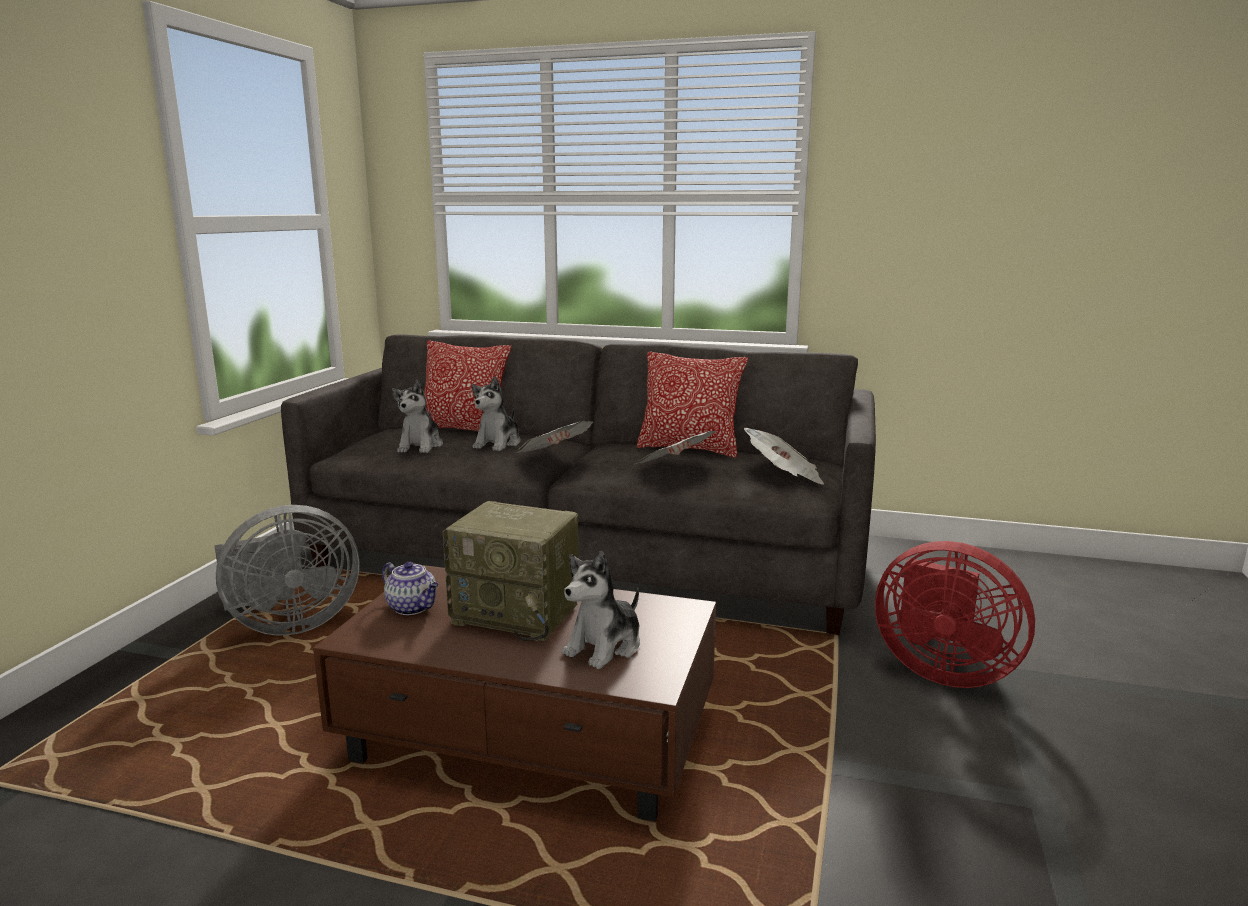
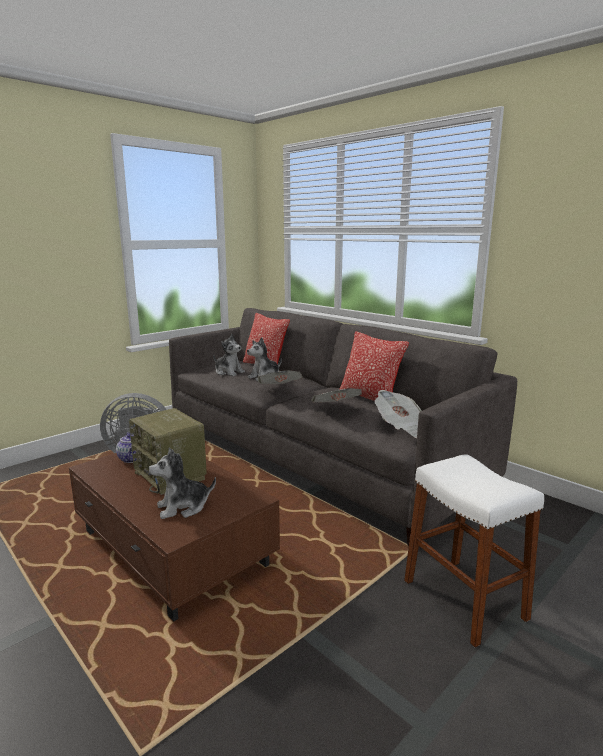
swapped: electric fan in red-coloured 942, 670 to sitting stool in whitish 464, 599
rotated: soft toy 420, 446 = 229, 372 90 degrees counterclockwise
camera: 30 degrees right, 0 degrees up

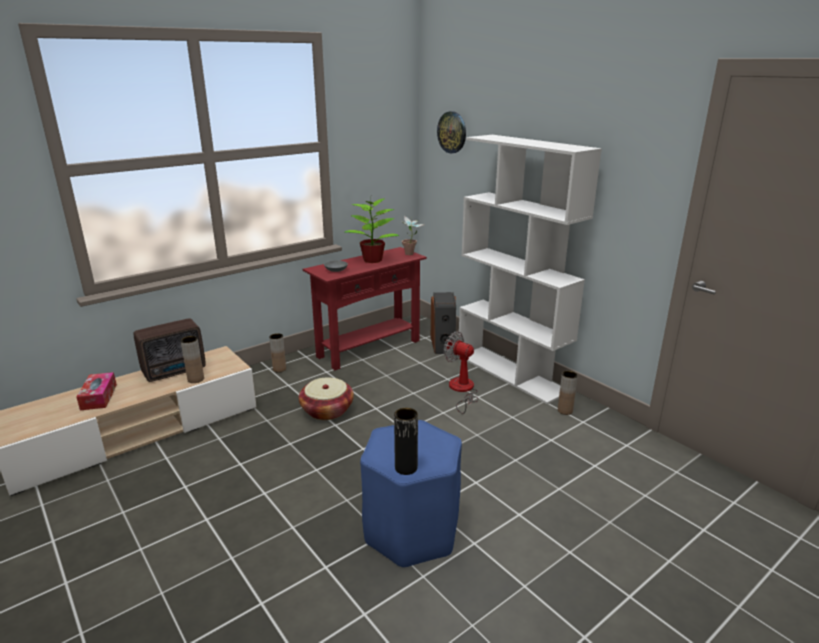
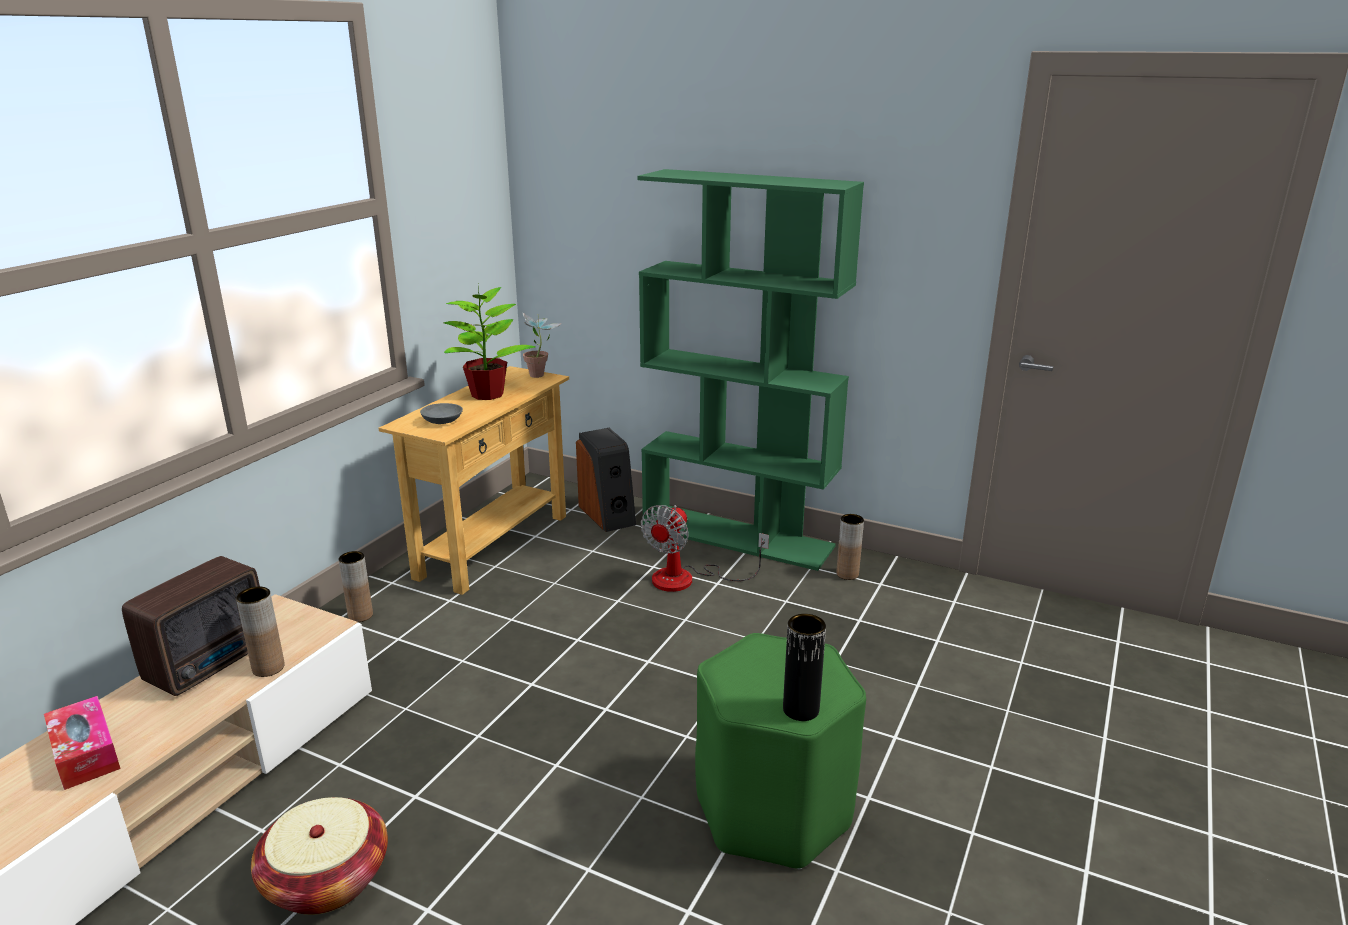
gone: hanging clock 452, 132
shifted: household basket 327, 410 to 326, 879
repainted: bookshelf in whitish 511, 373 to bookshelf in greenish 738, 537; console table in red-coloured 369, 348 to console table in beige-coloured 493, 546; sitting stool in bluish 412, 531 to sitting stool in greenish 773, 811
rotated: electric fan 462, 390 = 687, 579 75 degrees counterclockwise
camera: 25 degrees left, 0 degrees up

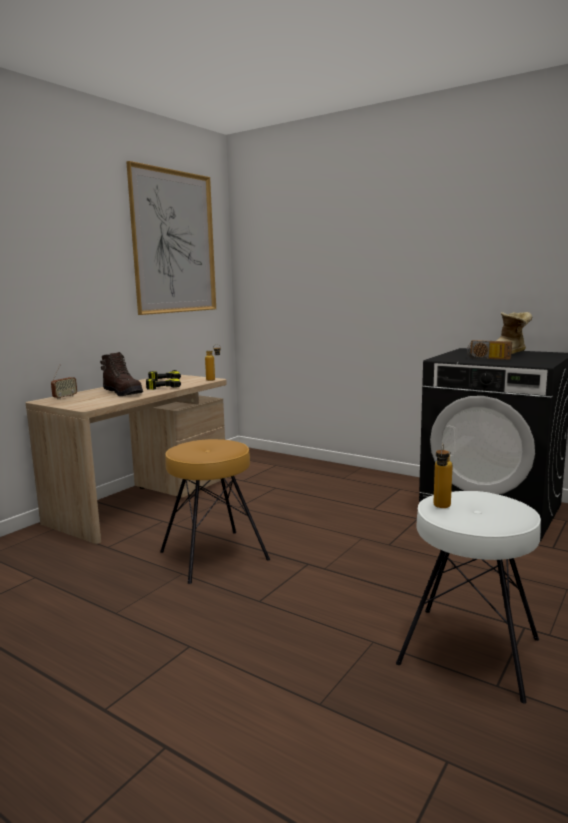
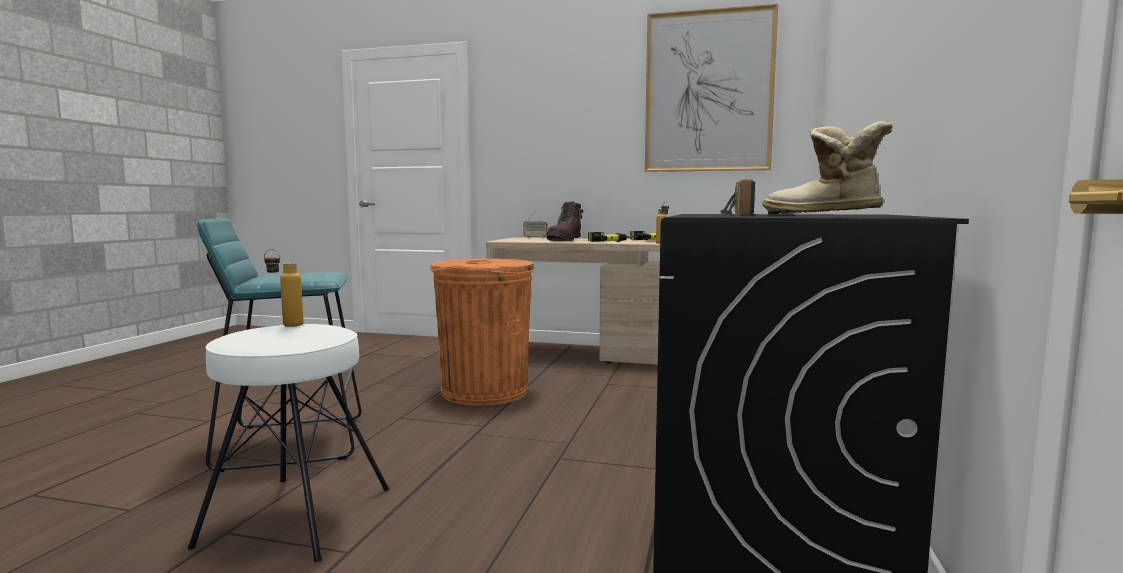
new: sitting stool in blue-green 291, 442
swapped: sitting stool in brownish 213, 555 to rubbish bin in orange-coloured 485, 391
camera: 70 degrees right, 5 degrees down

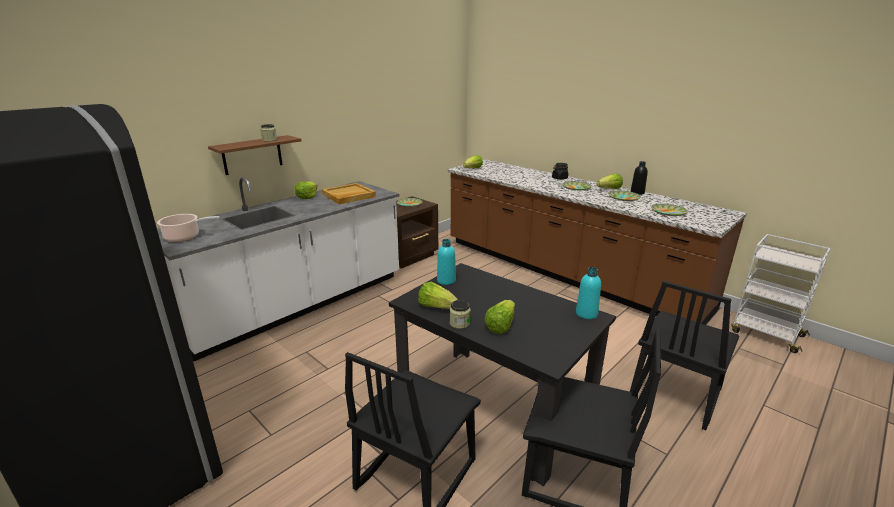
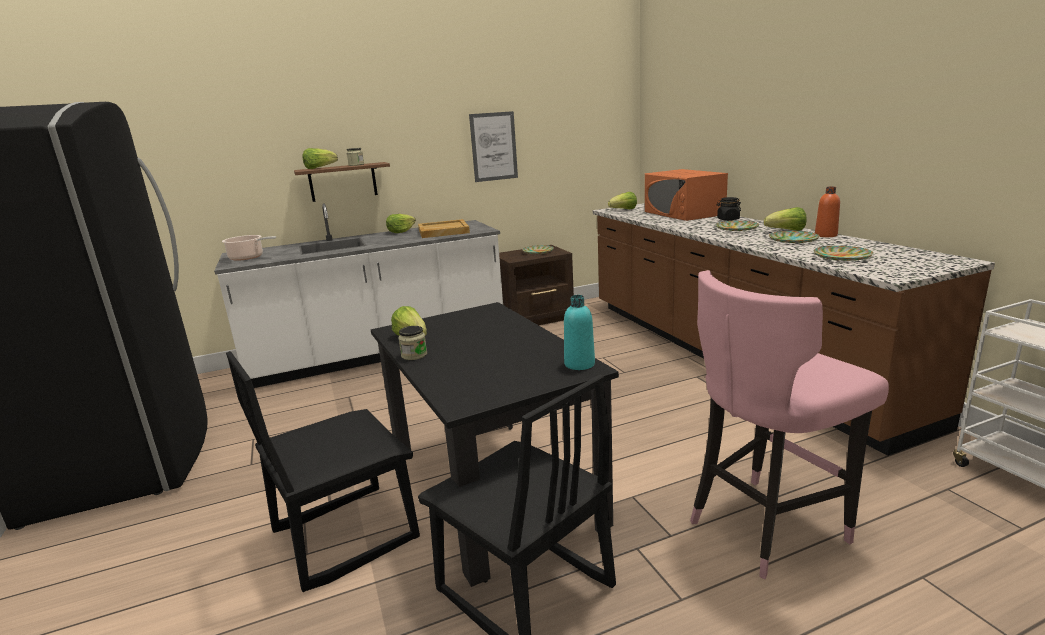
gone: drink bottle in blue-green 446, 281
new: picture 493, 146; microwave oven in orange-coloured 683, 213
shifted: lettuce 500, 326 to 319, 168
swapped: chair in blackish 674, 393 to sitting stool in pink 765, 526
repainted: drink bottle in blackish 637, 193 to drink bottle in orange-coloured 825, 235
camera: 25 degrees right, 5 degrees down

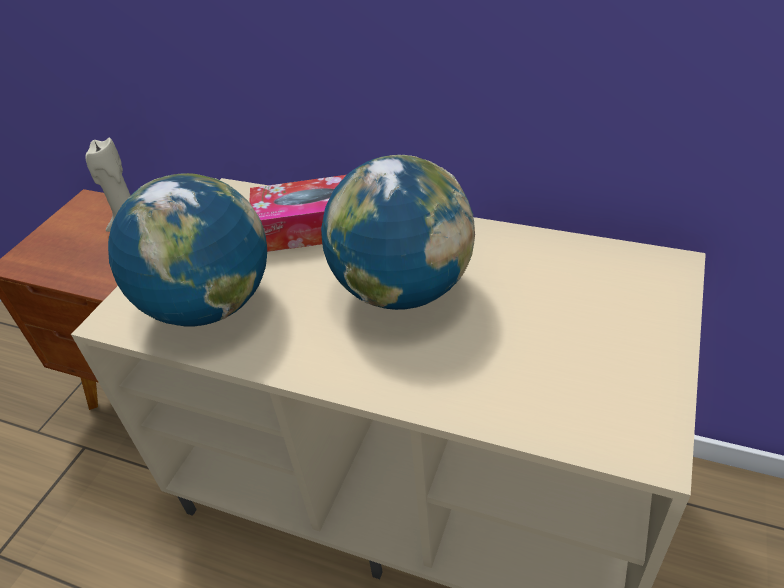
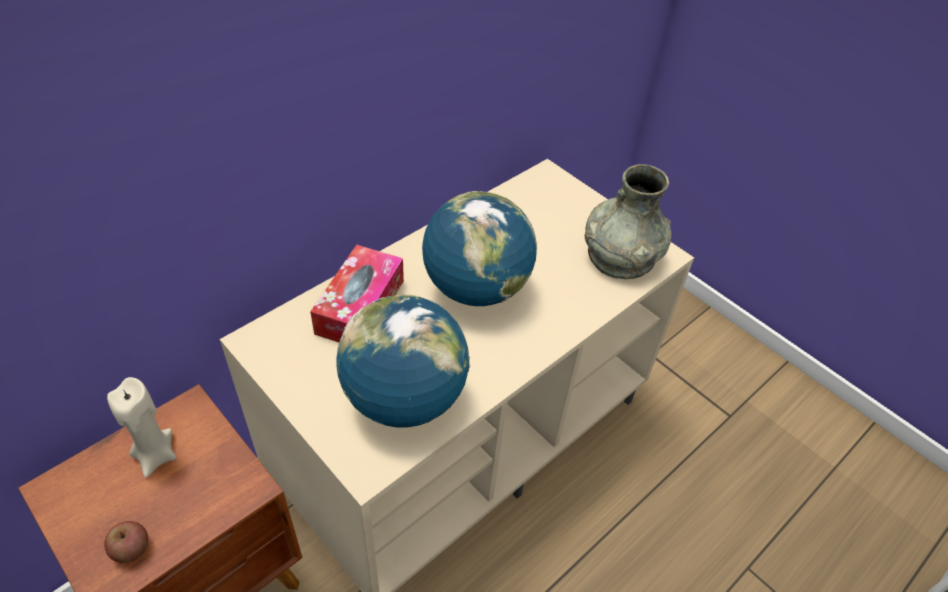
new: decorative vase in greyish 620, 255; apple 131, 549
camera: 70 degrees left, 5 degrees up

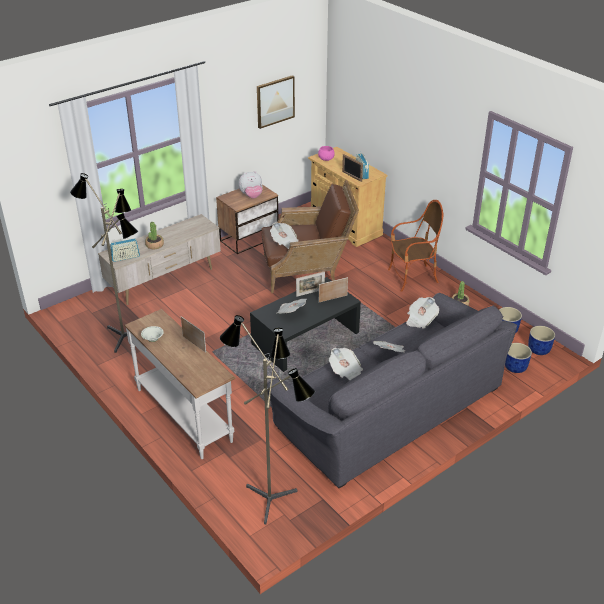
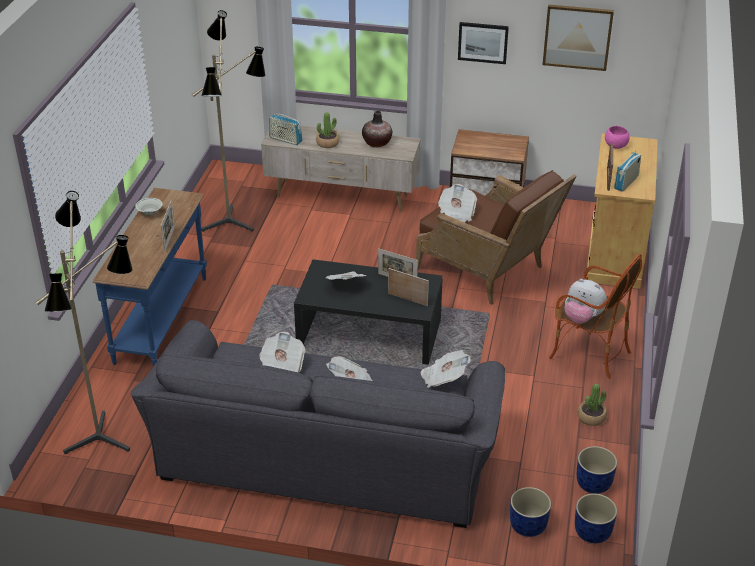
new: picture 483, 42; decorative vase 377, 143
shifted: soft toy 251, 196 to 582, 318
repainted: console table in whitish 185, 414 to console table in bluish 163, 320
camera: 50 degrees right, 0 degrees up

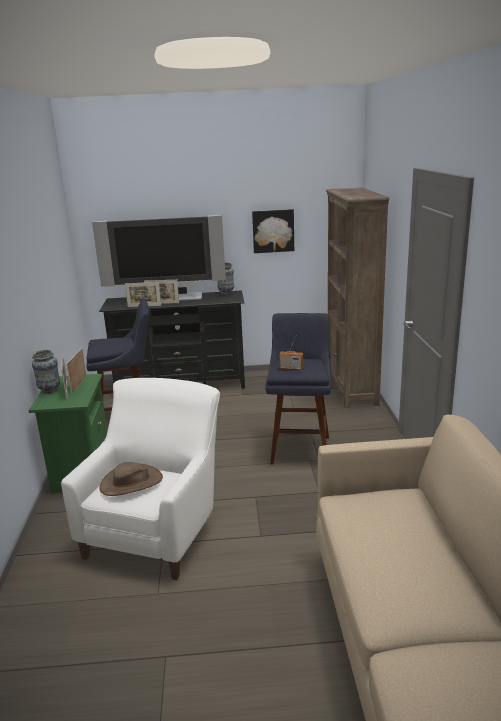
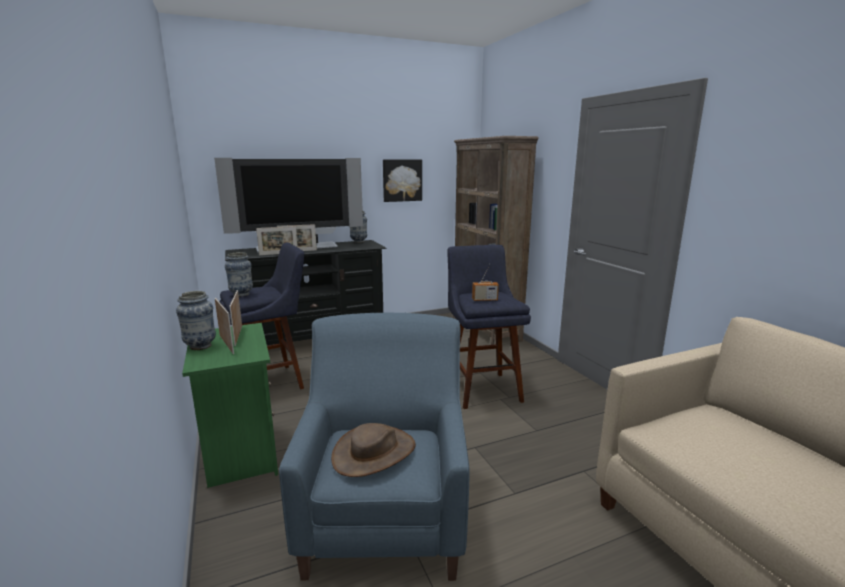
new: decorative vase 241, 294
repainted: armchair in whitish 158, 529 to armchair in bluish 386, 510
camera: 20 degrees left, 5 degrees down

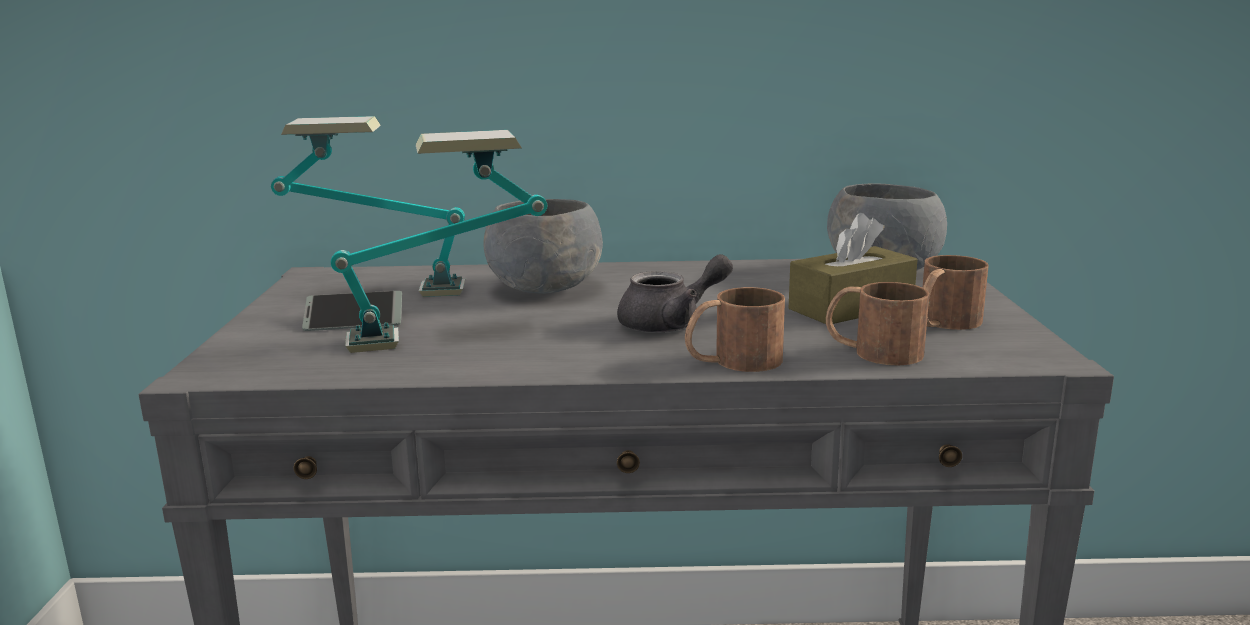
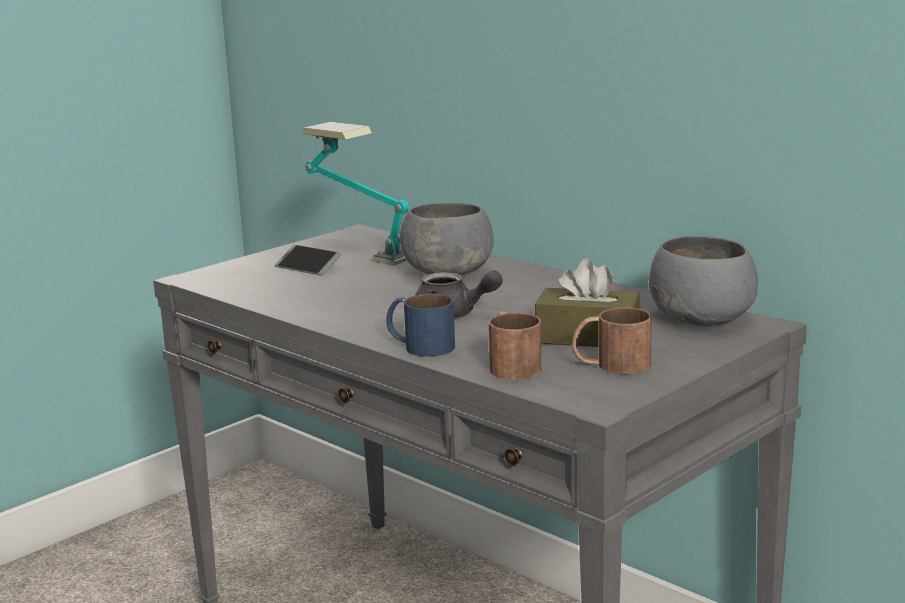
gone: tabletop lamp 448, 336
repainted: mug in brownish 732, 361 to mug in bluish 419, 346
camera: 45 degrees right, 0 degrees up

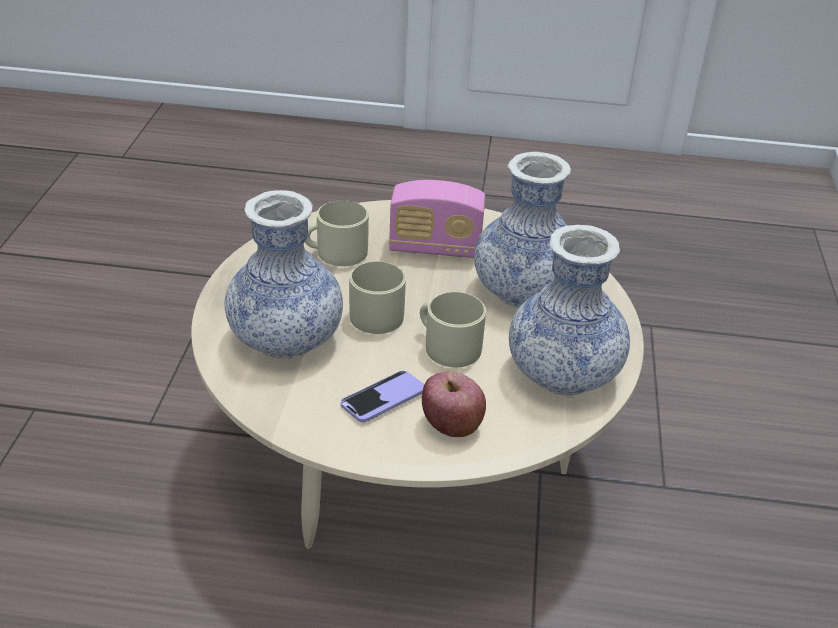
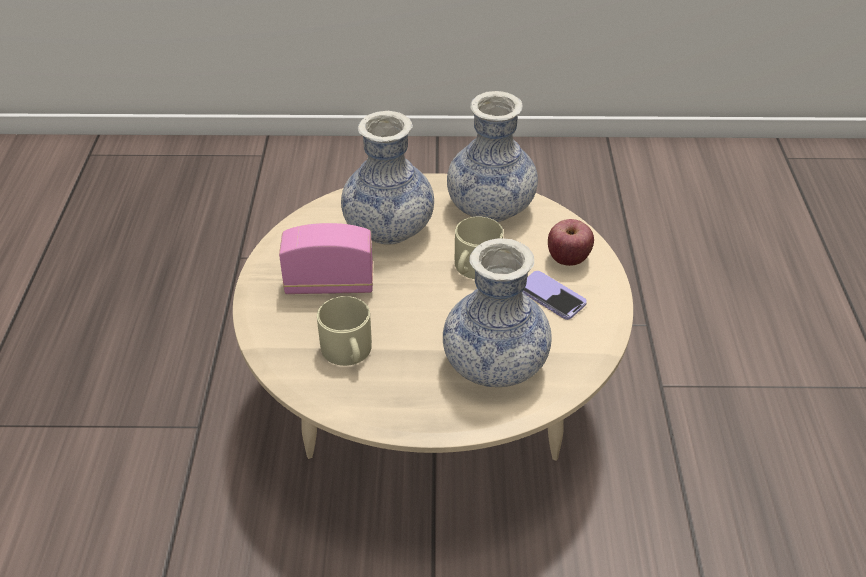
gone: mug in beige-coloured 375, 312
rotated: radio set 435, 248 = 329, 284 90 degrees counterclockwise
camera: 95 degrees left, 5 degrees up

